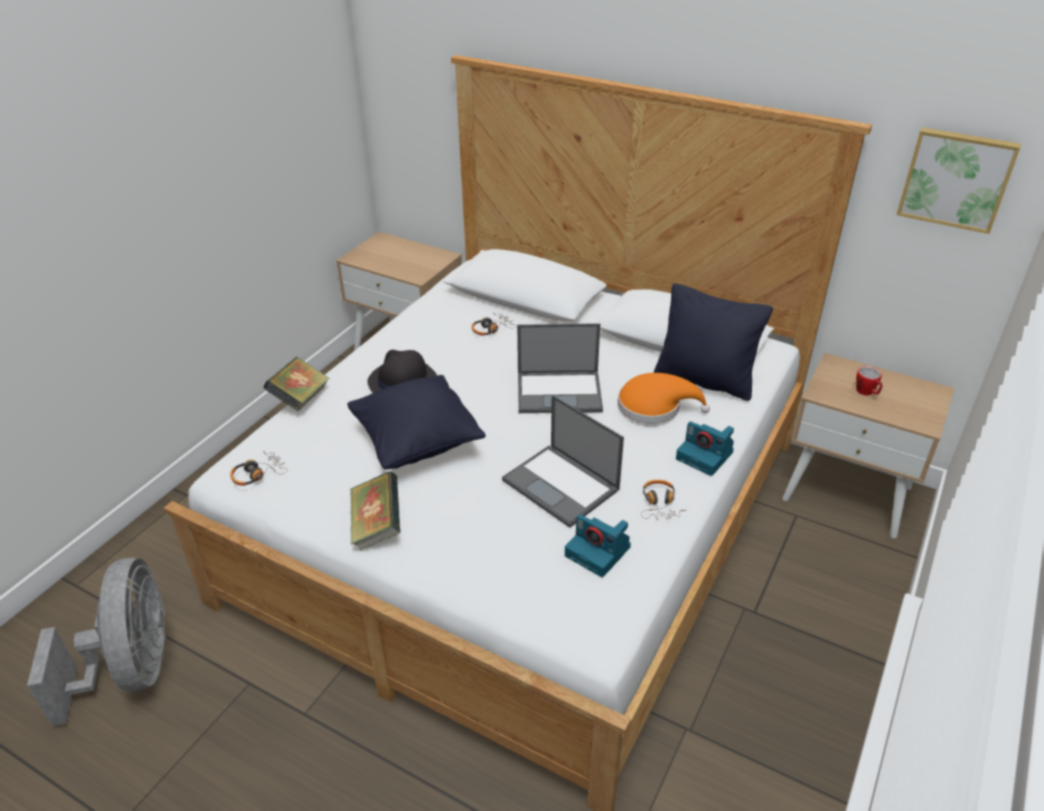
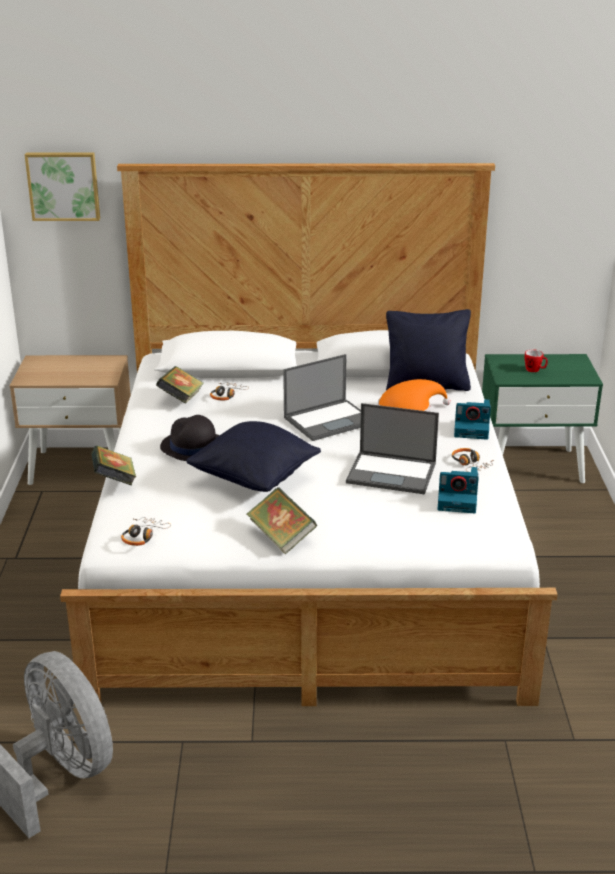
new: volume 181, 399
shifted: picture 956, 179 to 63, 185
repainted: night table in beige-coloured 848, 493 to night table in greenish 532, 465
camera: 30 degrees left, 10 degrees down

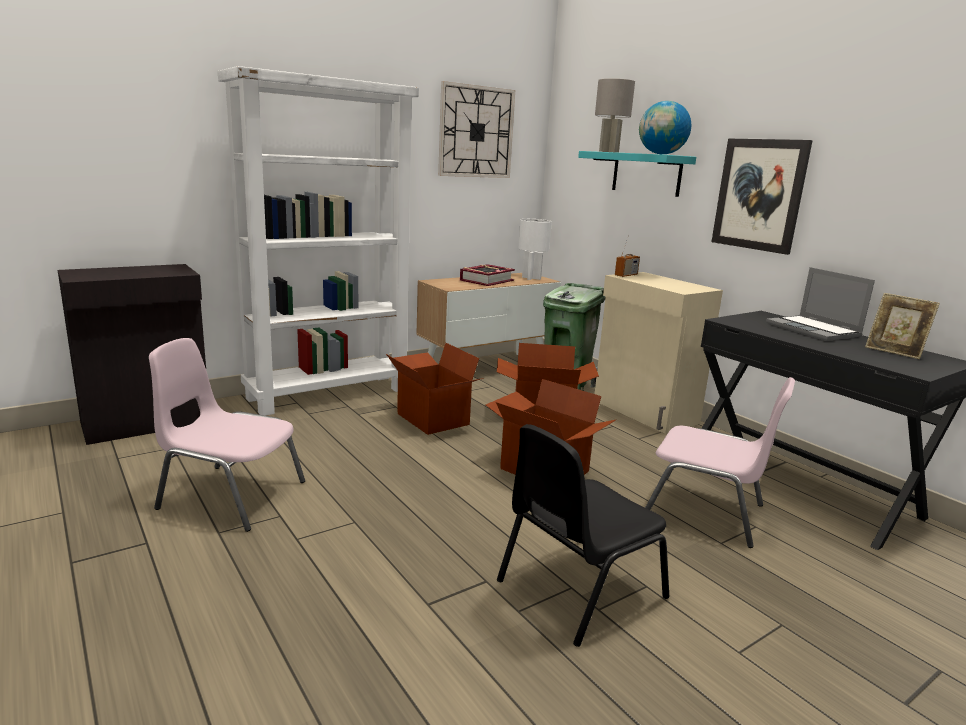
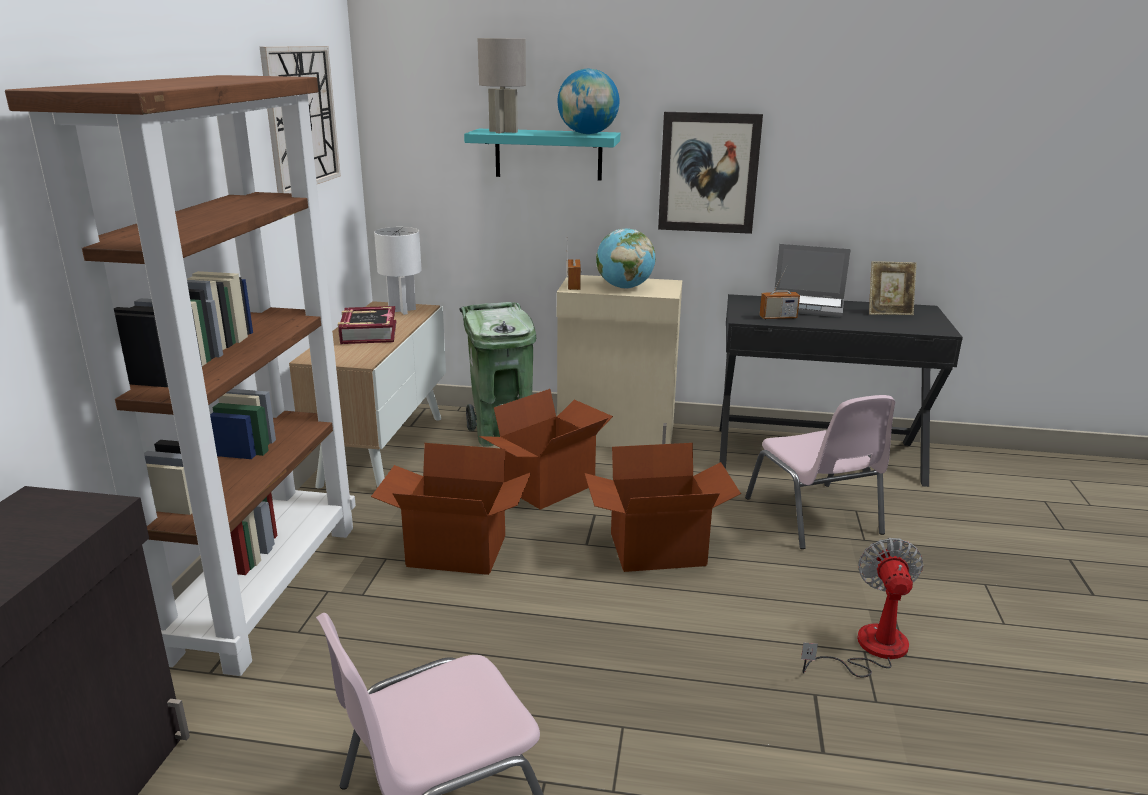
new: desk globe 624, 287; radio set 778, 317
swapped: chair in blackish 577, 589 to electric fan 869, 649
repainted: bookshelf in whitish 329, 393 to bookshelf in brownish 265, 587
rotated: chair in pink 706, 512 = 814, 517 90 degrees clockwise
camera: 45 degrees left, 5 degrees up

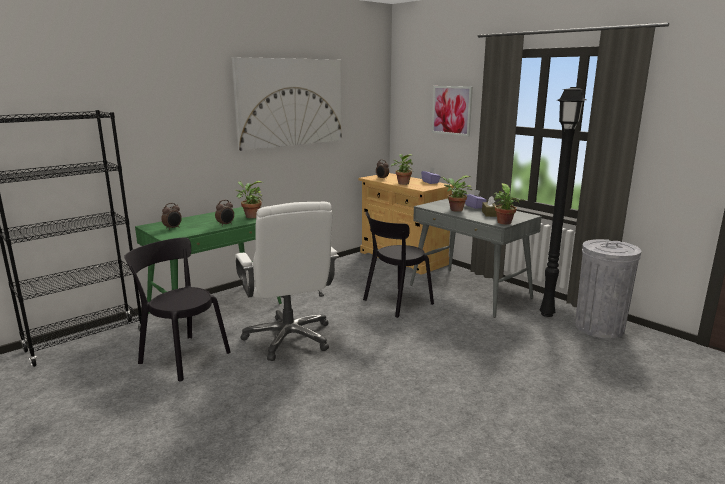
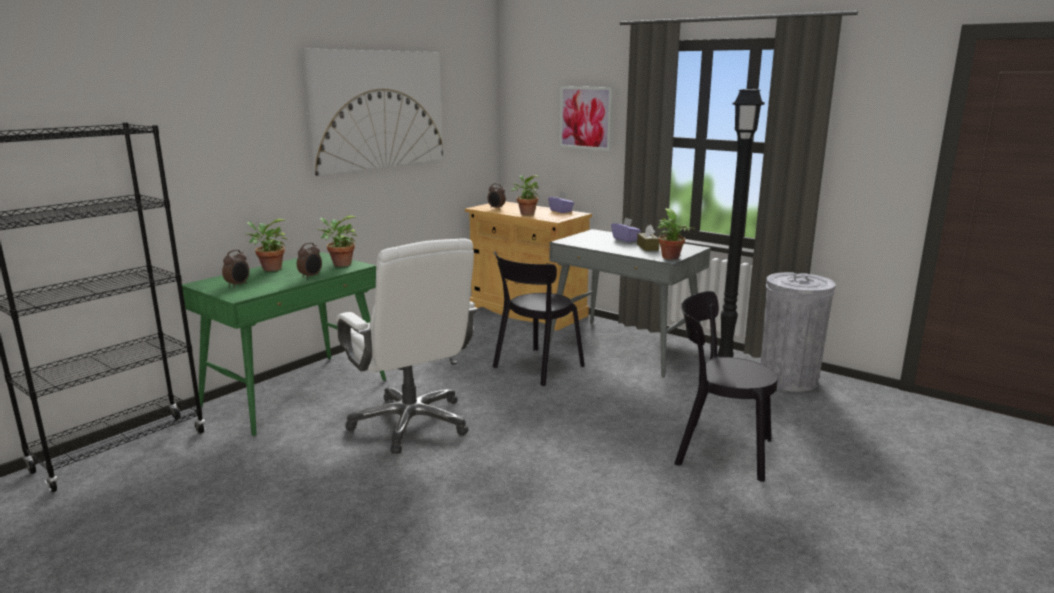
shifted: houseplant 454, 210 to 269, 269; chair in blackish 182, 356 to 718, 450
camera: 10 degrees left, 0 degrees up

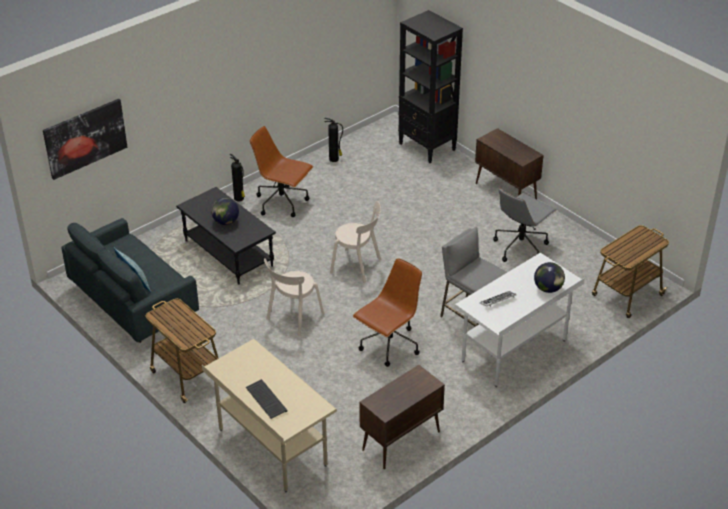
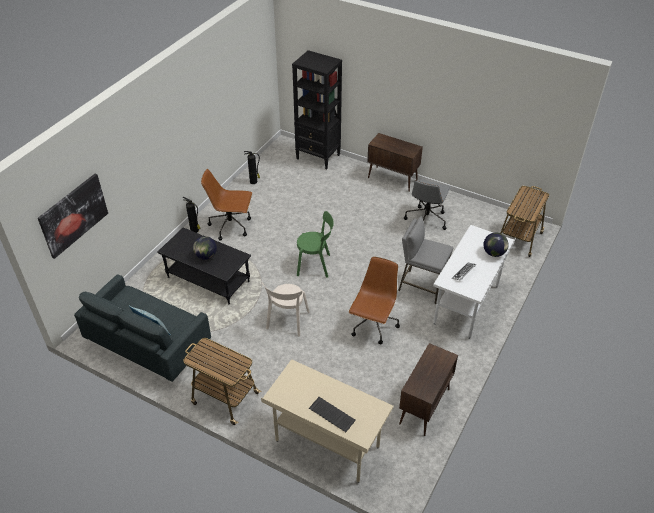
repainted: chair in beige-coloured 358, 266 to chair in greenish 315, 265
camera: 20 degrees left, 5 degrees up

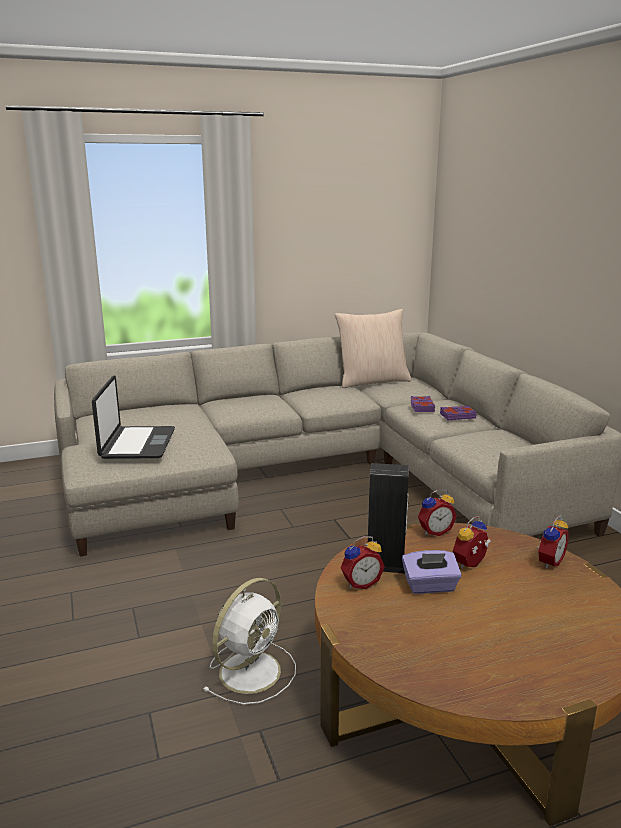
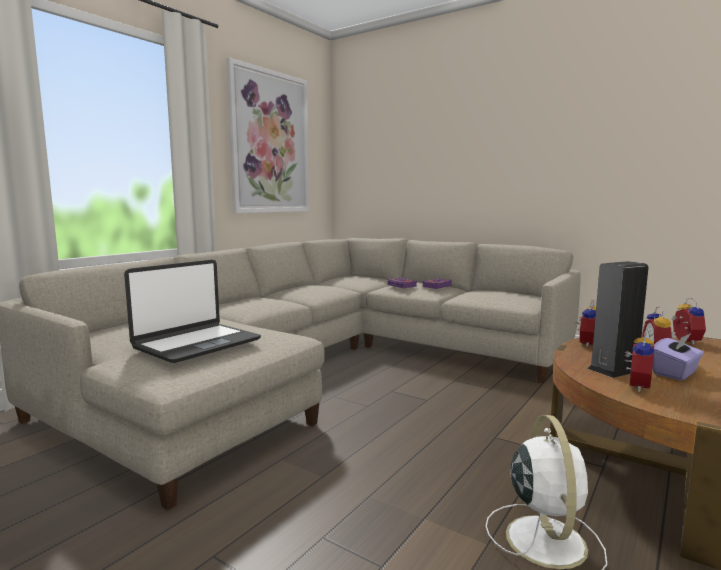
gone: throw pillow in beige-coloured 372, 381
new: picture 270, 143
rotated: portable computer 137, 444 = 196, 344 75 degrees clockwise
camera: 35 degrees left, 10 degrees down

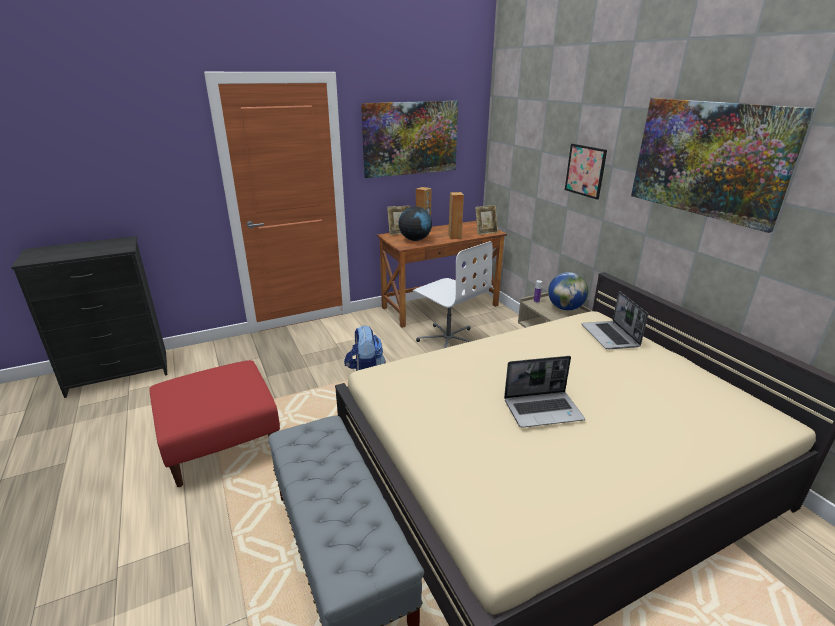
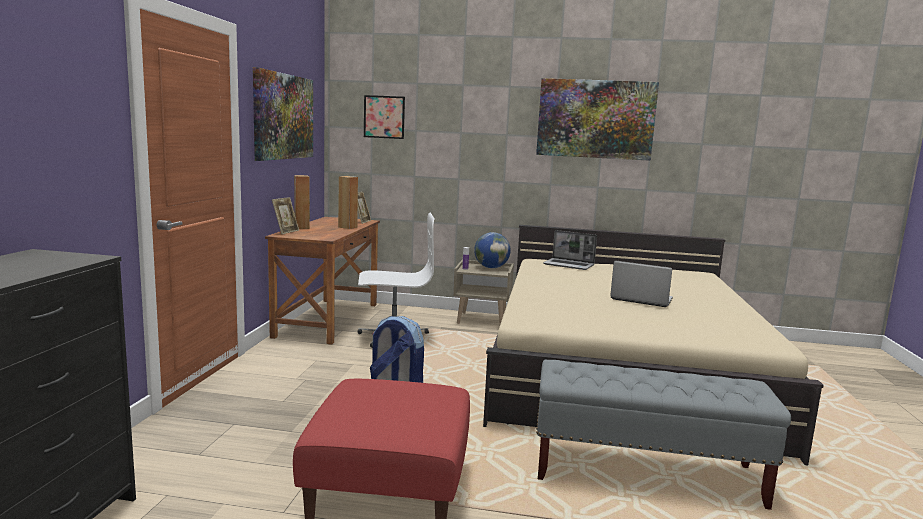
gone: desk globe 415, 240
shifted: picture 585, 171 to 384, 117
rotated: portable computer 543, 410 = 640, 299 90 degrees counterclockwise
camera: 55 degrees left, 15 degrees down

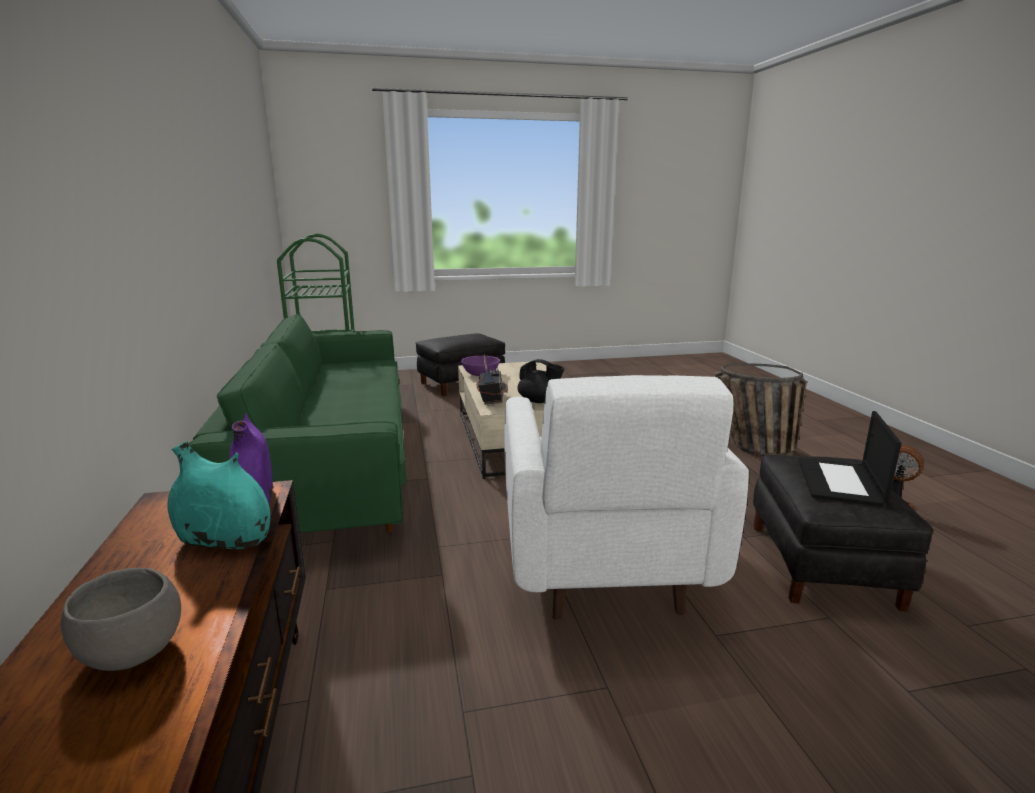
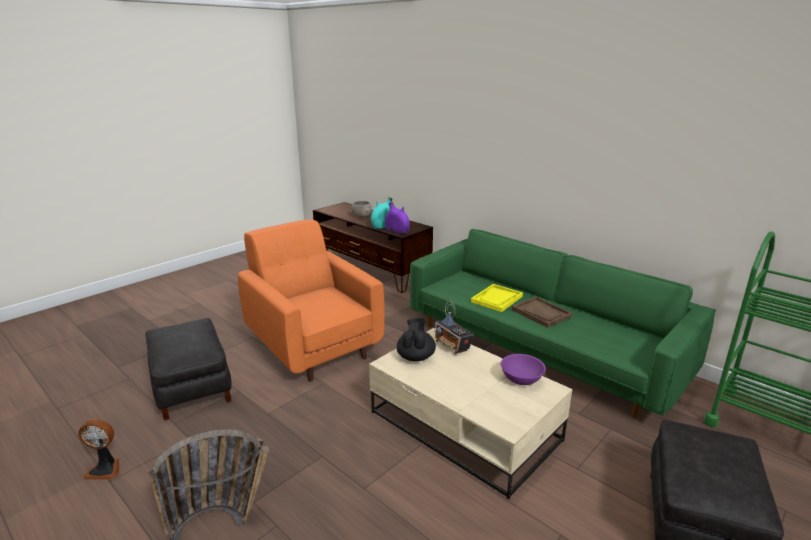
gone: portable computer 841, 482
new: carrying tray in yellow-coloured 497, 299; carrying tray in brownish 541, 313
repainted: armchair in whitish 601, 565 to armchair in orange-coloured 314, 347
rotated: tea pot in blackish 539, 401 = 415, 356 105 degrees clockwise
camera: 145 degrees right, 5 degrees up

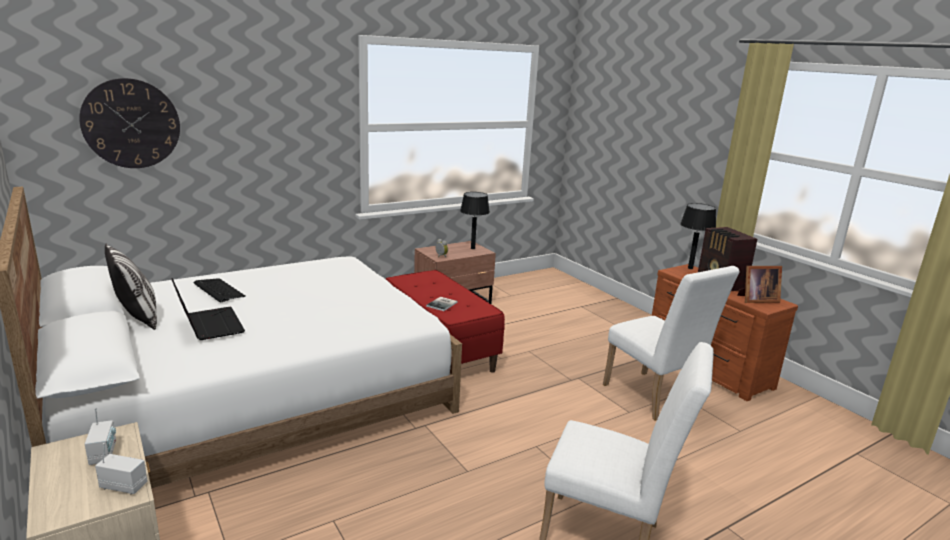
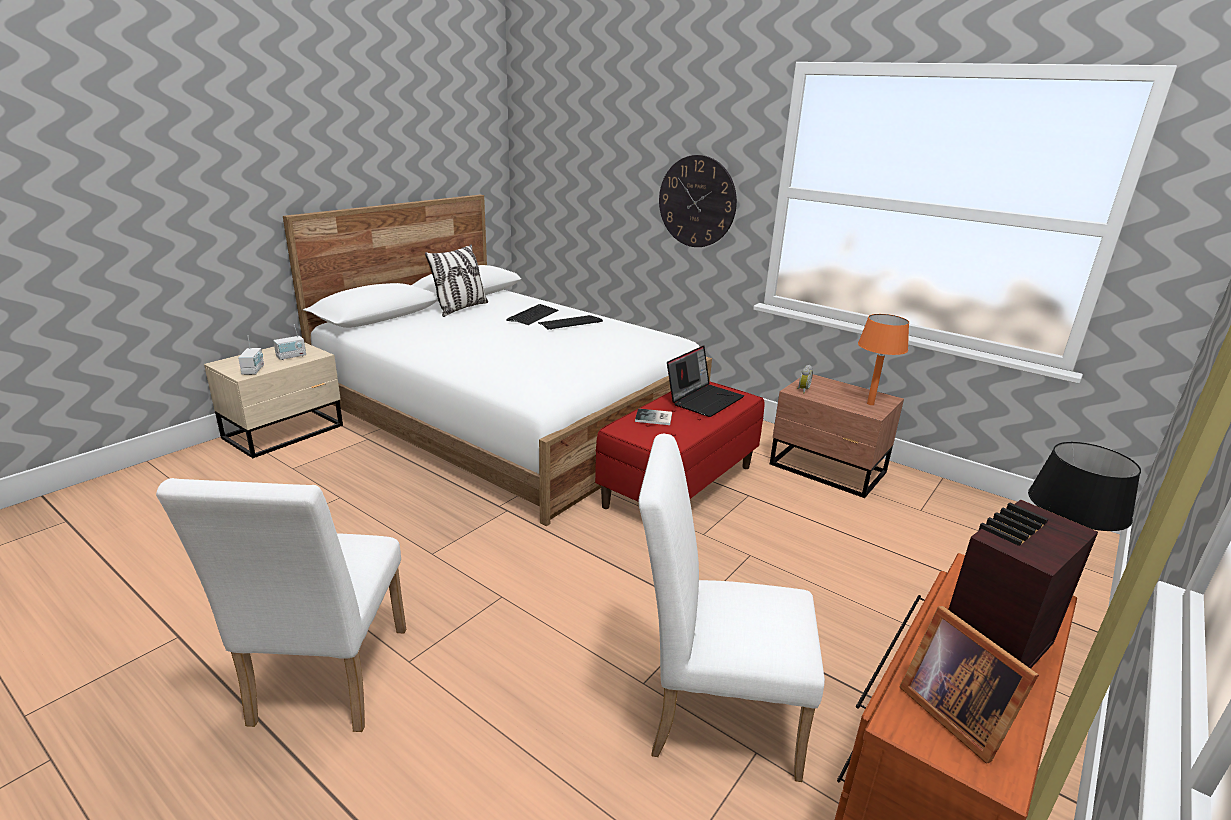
new: keyboard 570, 323
shifted: hanging clock 131, 124 to 697, 201; portable computer 208, 325 to 704, 399
repainted: tabletop lamp in blackish 473, 248 to tabletop lamp in orange-coloured 870, 404
rotated: chair in whitish 654, 398 = 712, 715 60 degrees clockwise
camera: 70 degrees right, 5 degrees up

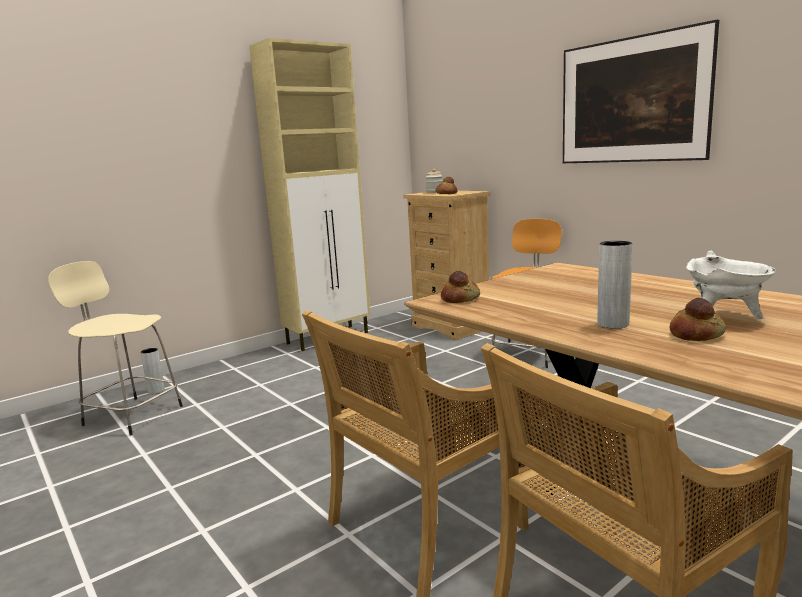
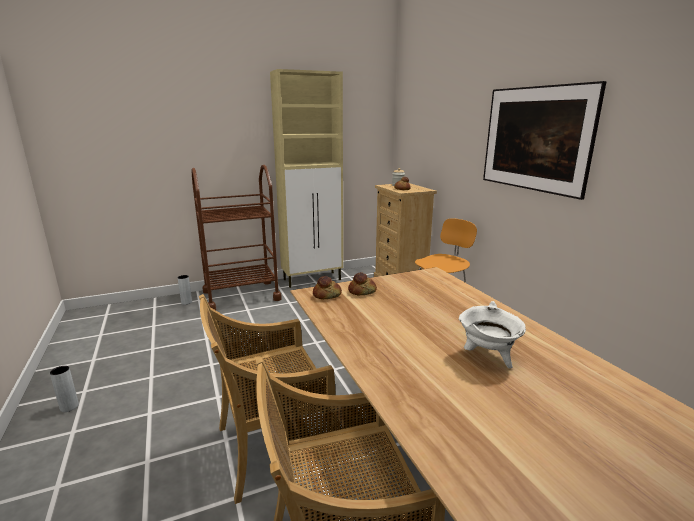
gone: sitting stool in beige-coloured 131, 415
new: cart in brownish 241, 295
shifted: decorative vase in greyish 613, 324 to 69, 407; baked bread 696, 335 to 362, 291
camera: 15 degrees right, 5 degrees up

